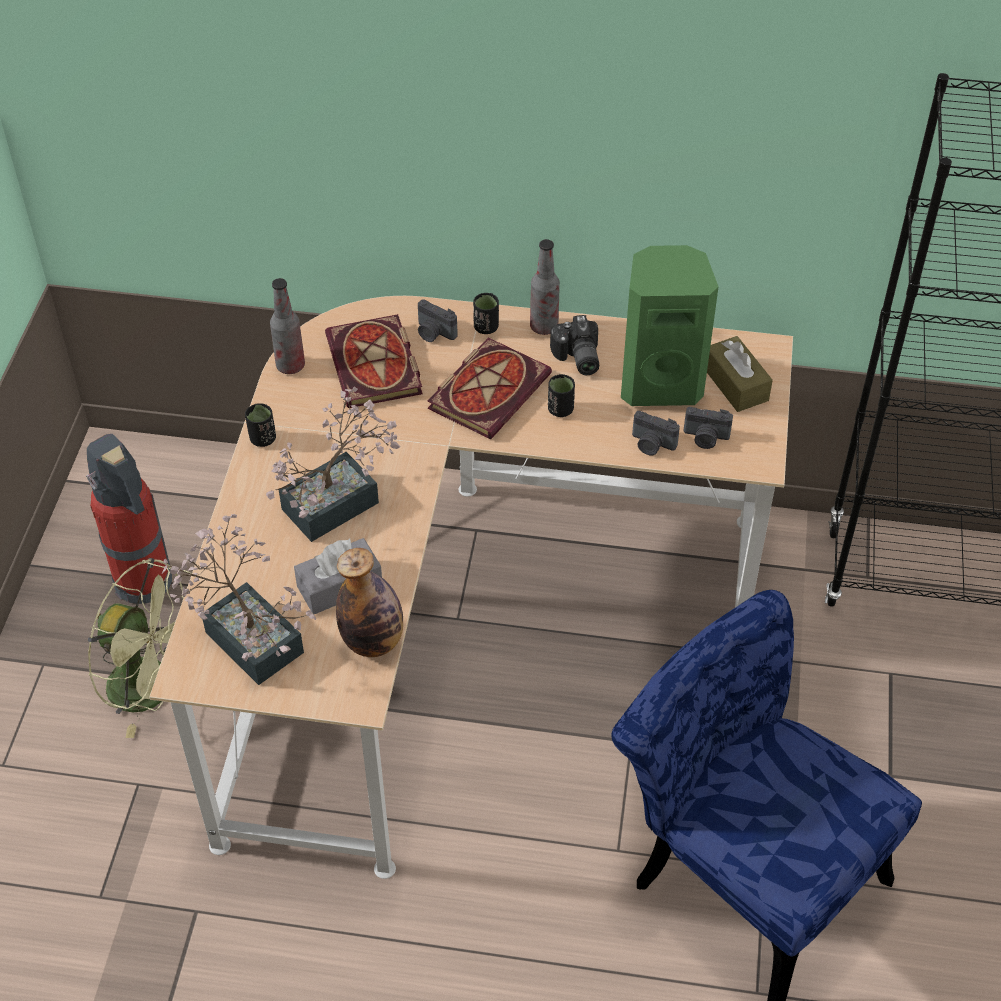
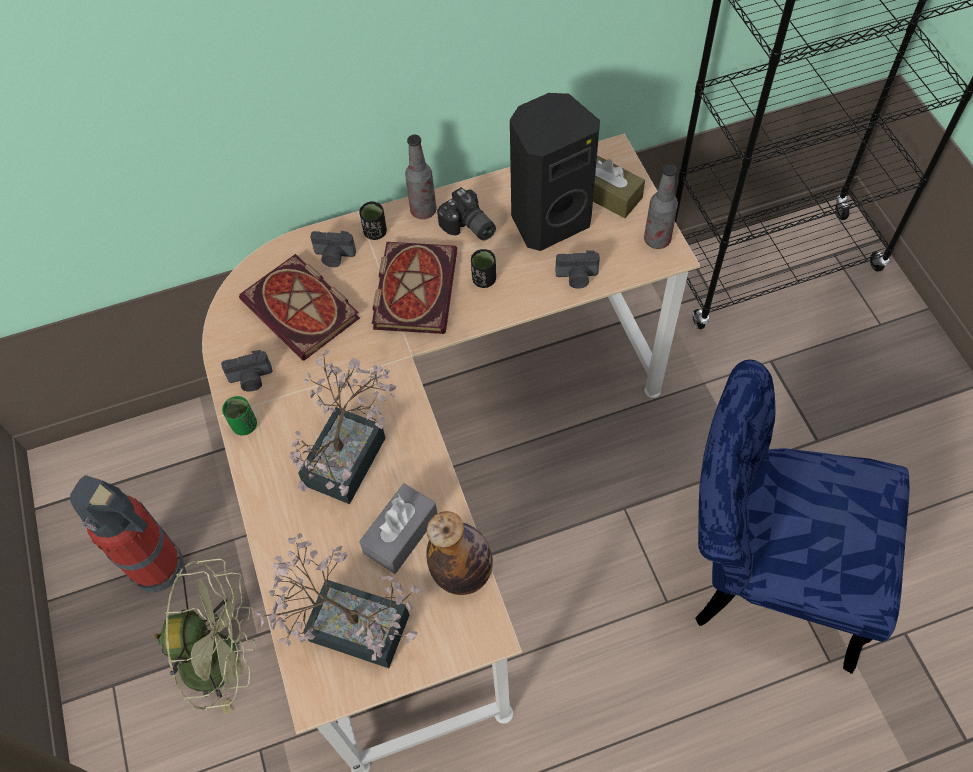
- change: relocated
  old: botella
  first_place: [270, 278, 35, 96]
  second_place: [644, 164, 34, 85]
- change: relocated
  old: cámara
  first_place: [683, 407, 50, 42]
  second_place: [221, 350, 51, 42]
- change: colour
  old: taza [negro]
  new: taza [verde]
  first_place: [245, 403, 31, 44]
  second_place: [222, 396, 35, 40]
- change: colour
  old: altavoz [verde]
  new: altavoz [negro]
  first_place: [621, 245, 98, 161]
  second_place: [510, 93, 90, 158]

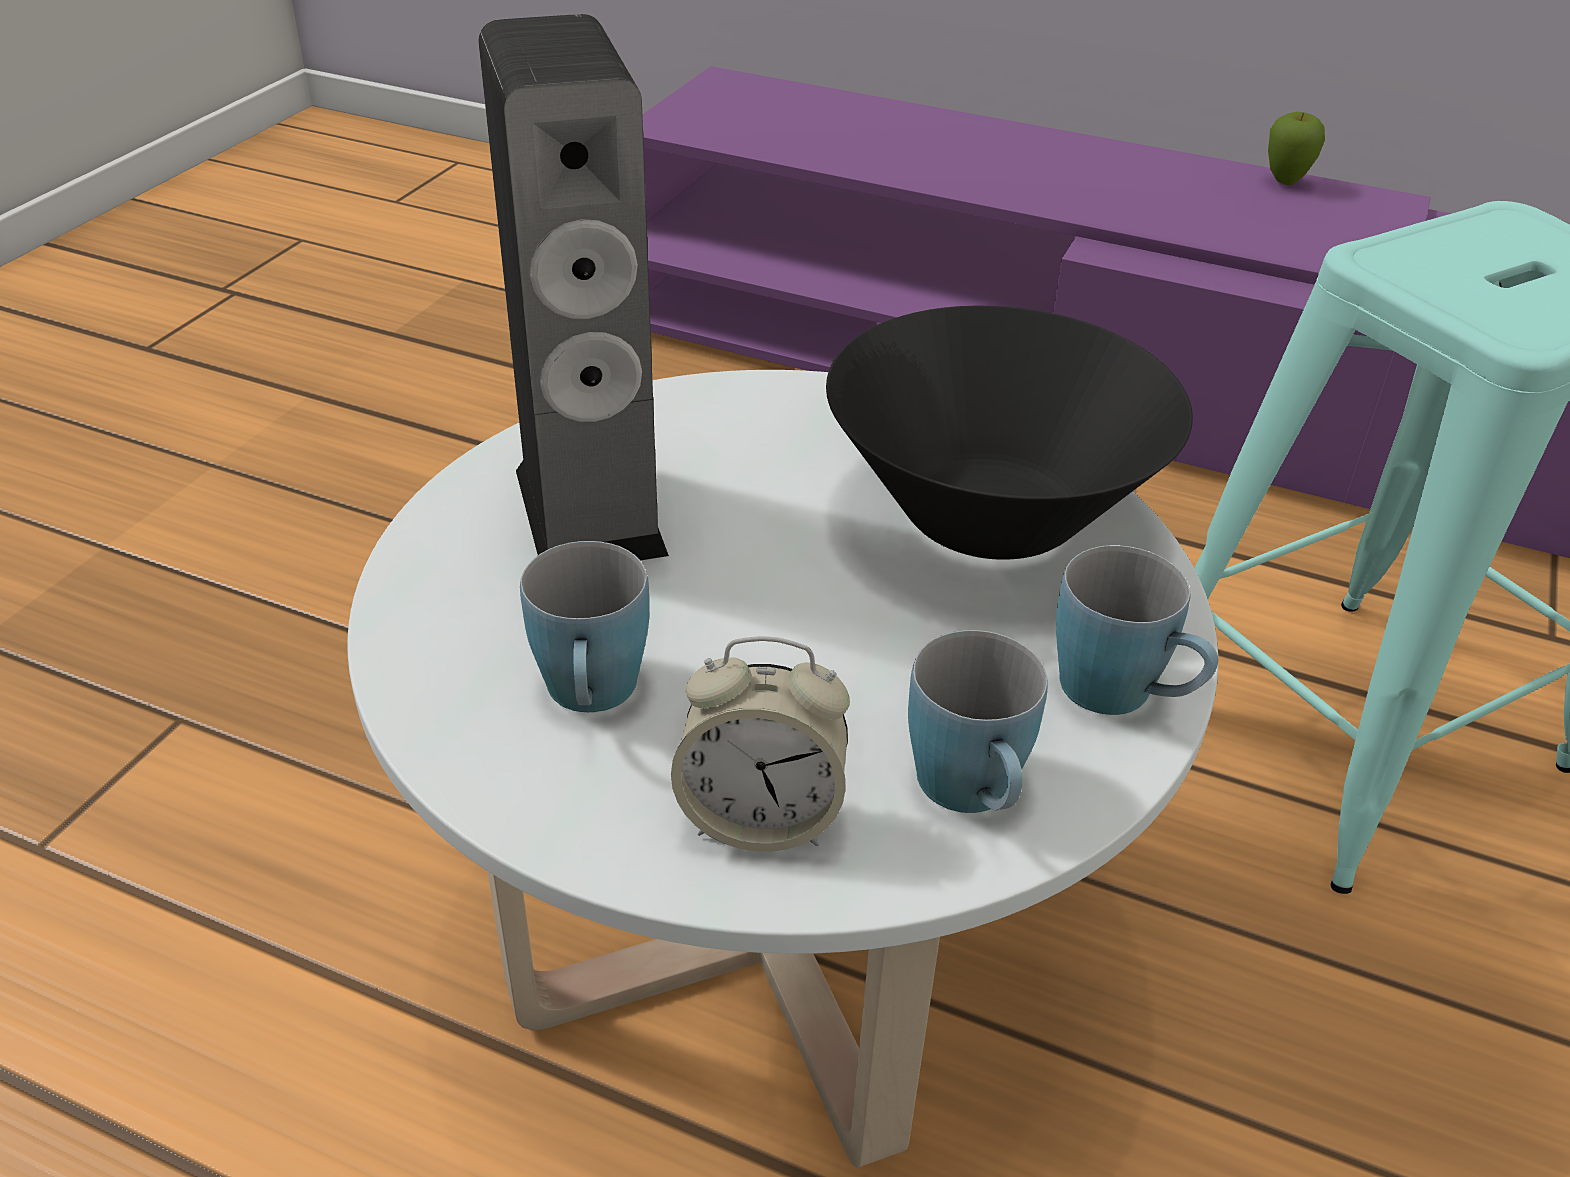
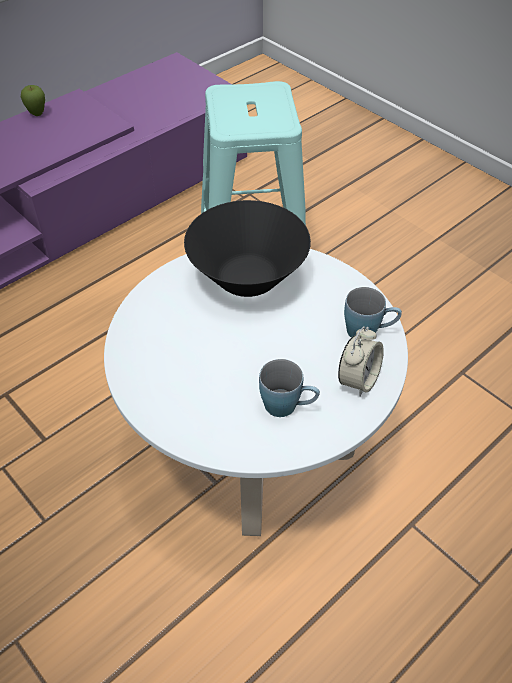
- change: missing
  old: altavoz
  first_place: [479, 14, 190, 547]
- change: missing
  old: taza grande [azul]
  first_place: [1056, 545, 162, 170]

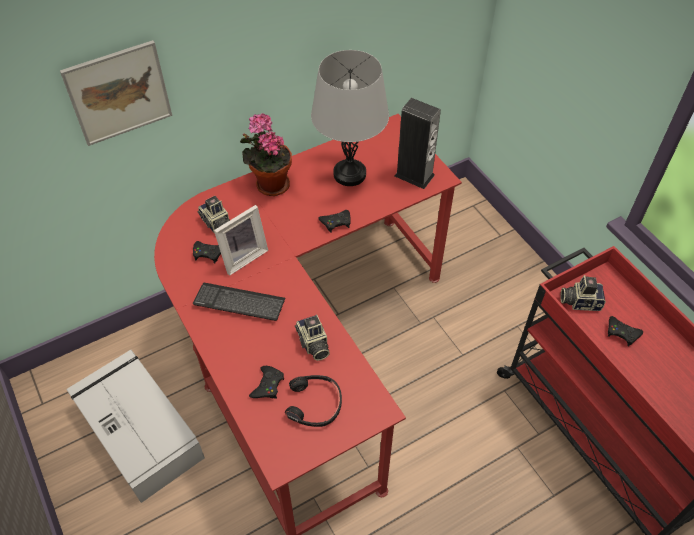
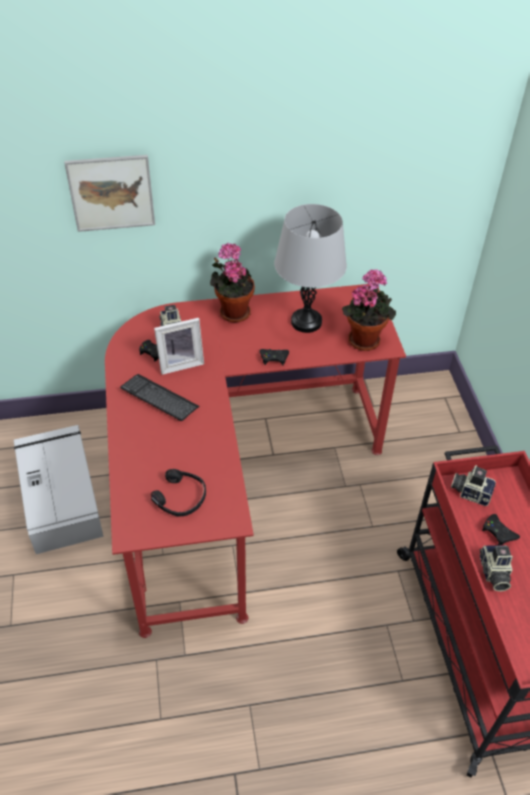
- change: missing
  old: mando de consola [negro]
  first_place: [249, 366, 35, 33]
- change: relocated
  old: cámara
  first_place: [295, 314, 35, 47]
  second_place: [480, 545, 33, 47]
- change: exchanged
  old: altavoz
  new: planta en maceta
  first_place: [394, 98, 47, 91]
  second_place: [342, 269, 54, 82]

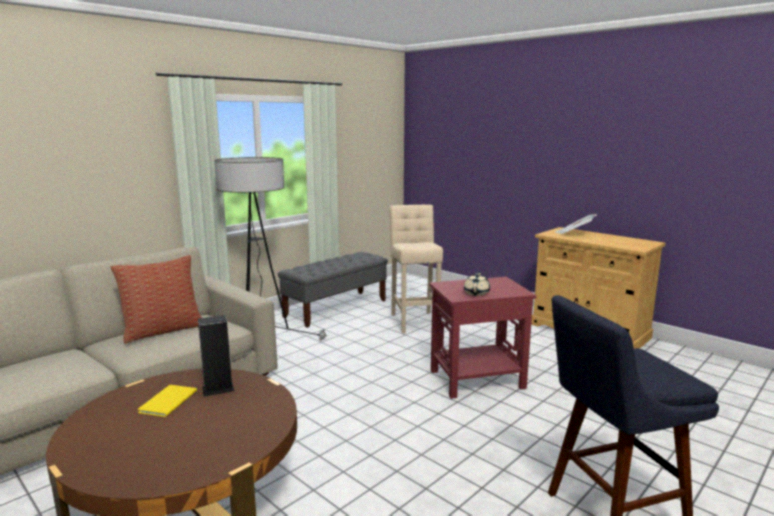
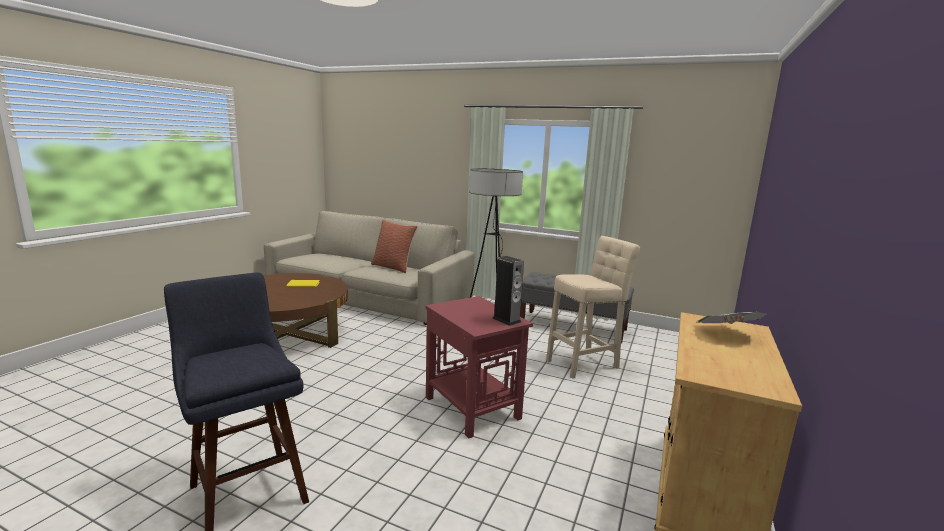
- change: missing
  old: tetera [beis]
  first_place: [464, 272, 26, 24]
- change: relocated
  old: altavoz
  first_place: [198, 315, 37, 82]
  second_place: [492, 256, 32, 70]

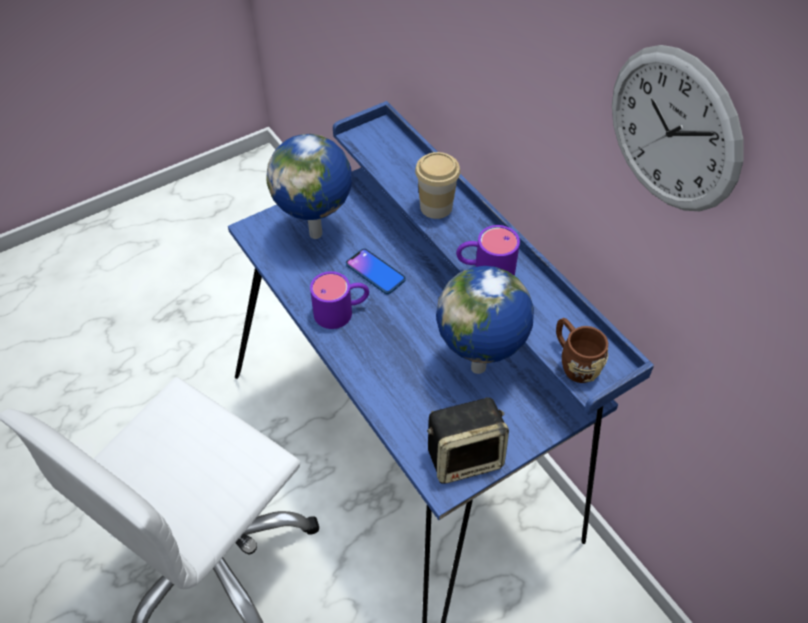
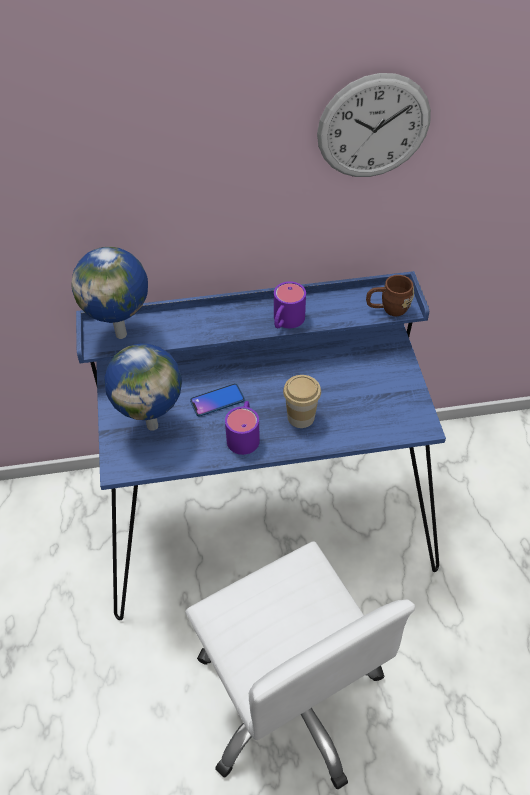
- change: missing
  old: altavoz
  first_place: [427, 397, 82, 86]
- change: relocated
  old: taza
  first_place: [415, 152, 45, 67]
  second_place: [283, 375, 38, 53]
- change: relocated
  old: globo terráqueo
  first_place: [436, 266, 98, 108]
  second_place: [71, 247, 77, 92]

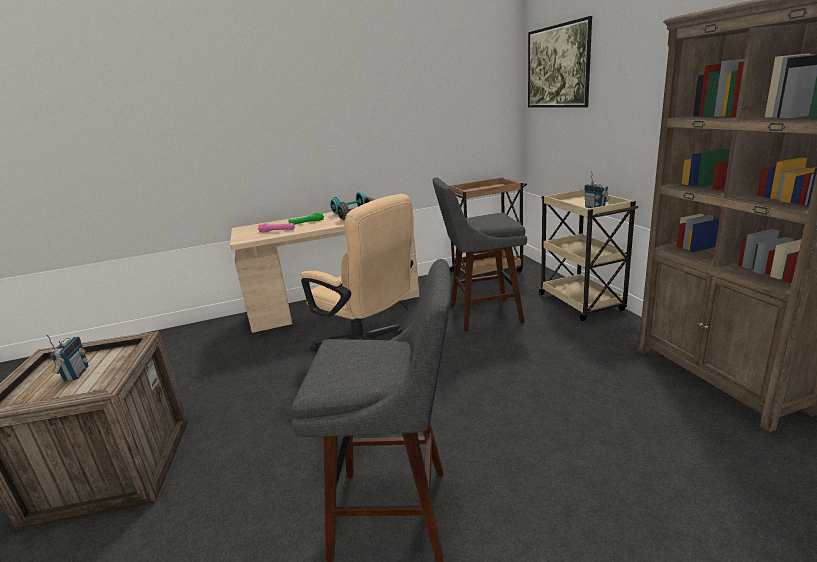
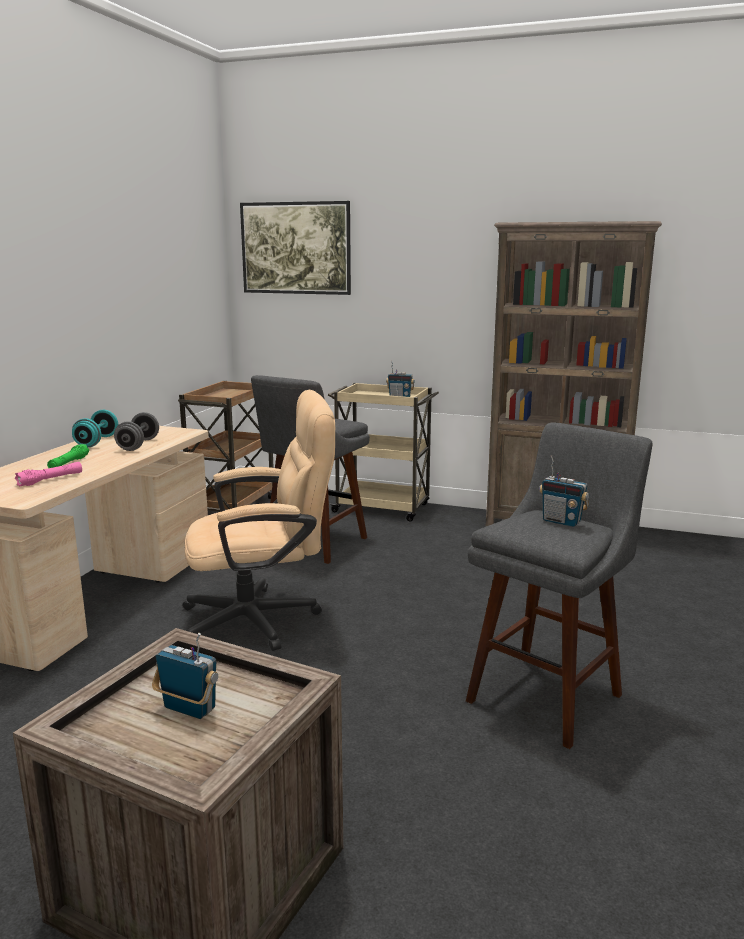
- change: appeared
  new: radio
  second_place: [539, 455, 50, 72]

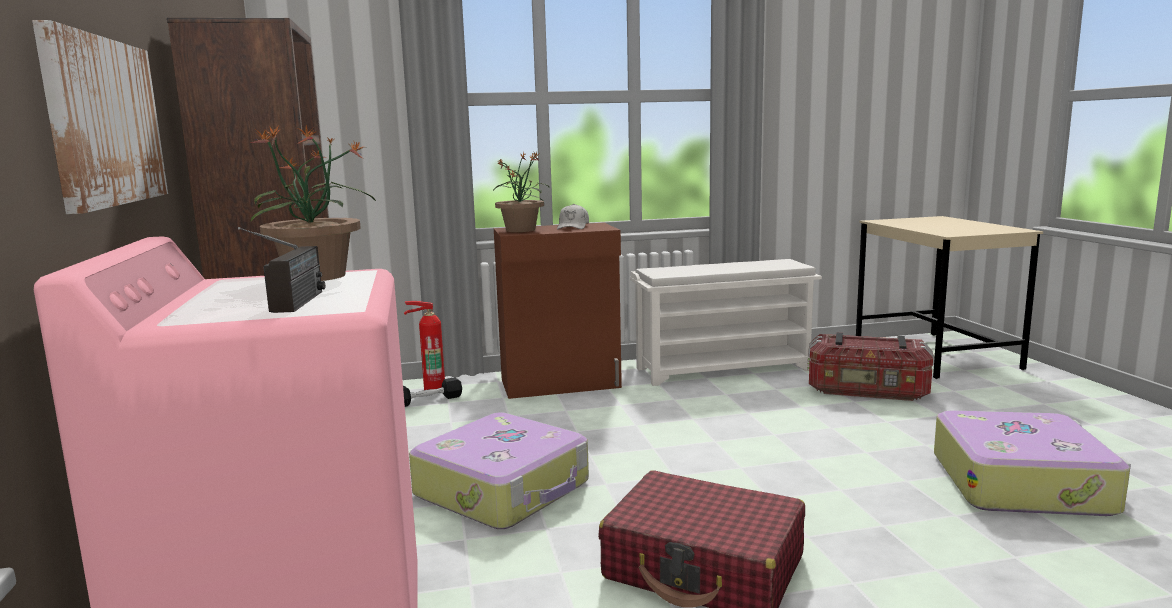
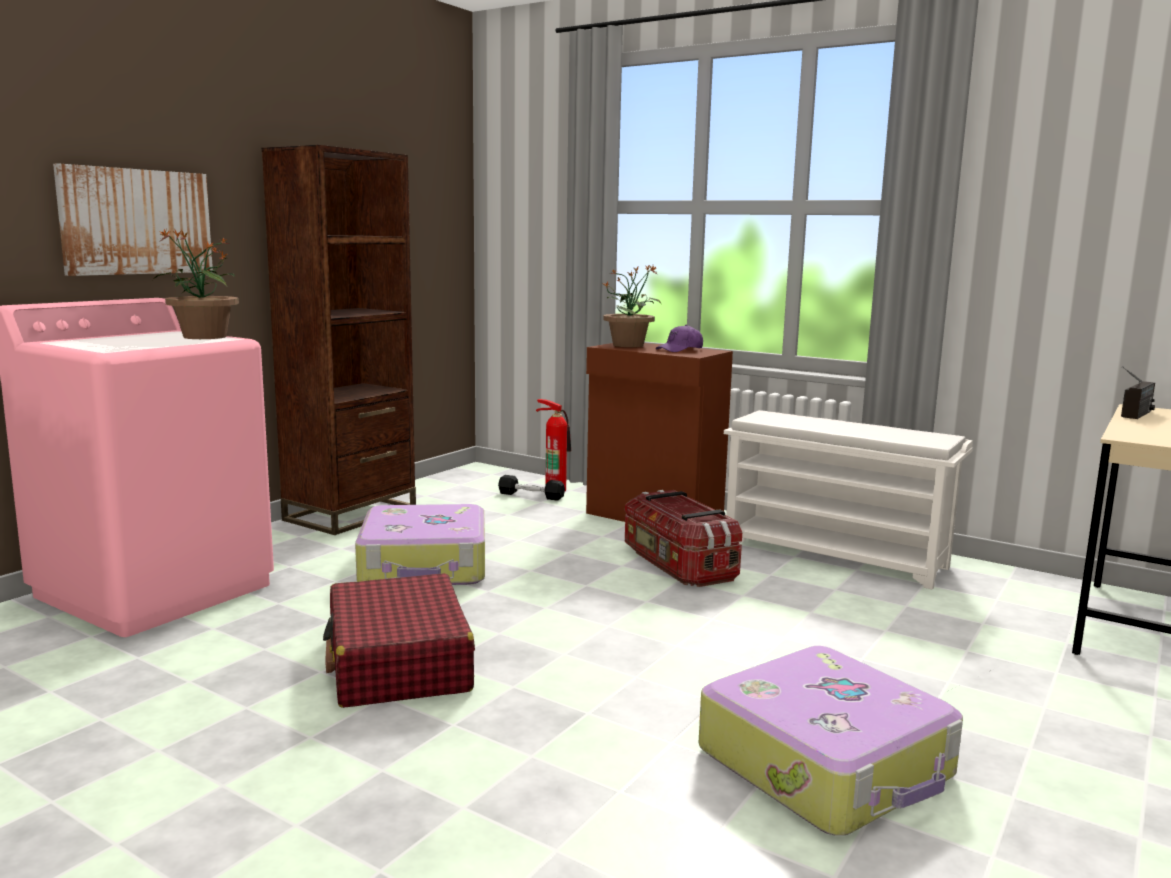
- change: relocated
  old: radio
  first_place: [238, 227, 87, 86]
  second_place: [1121, 366, 34, 53]
- change: relocated
  old: caja de almacenaje
  first_place: [807, 332, 128, 69]
  second_place: [625, 490, 117, 97]
- change: colour
  old: gorra [blanco]
  new: gorra [morado]
  first_place: [557, 204, 32, 25]
  second_place: [656, 325, 47, 27]

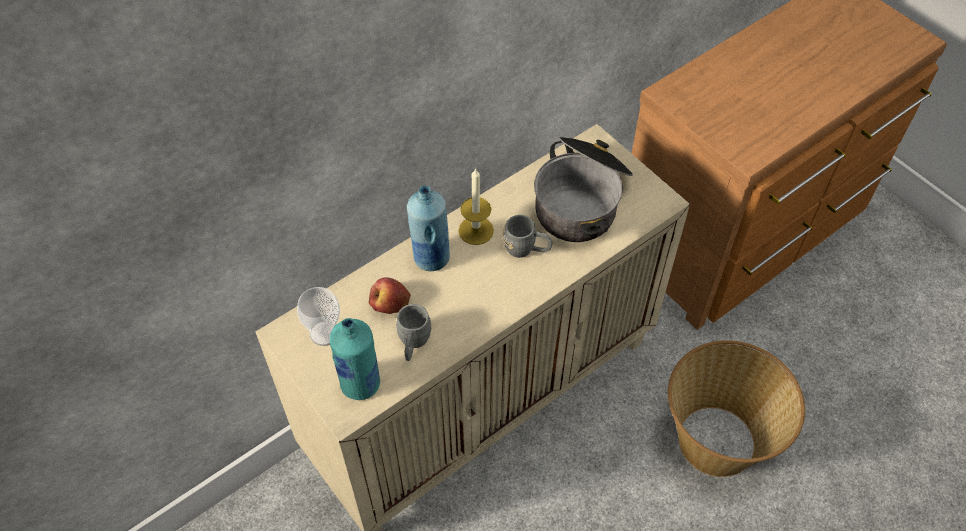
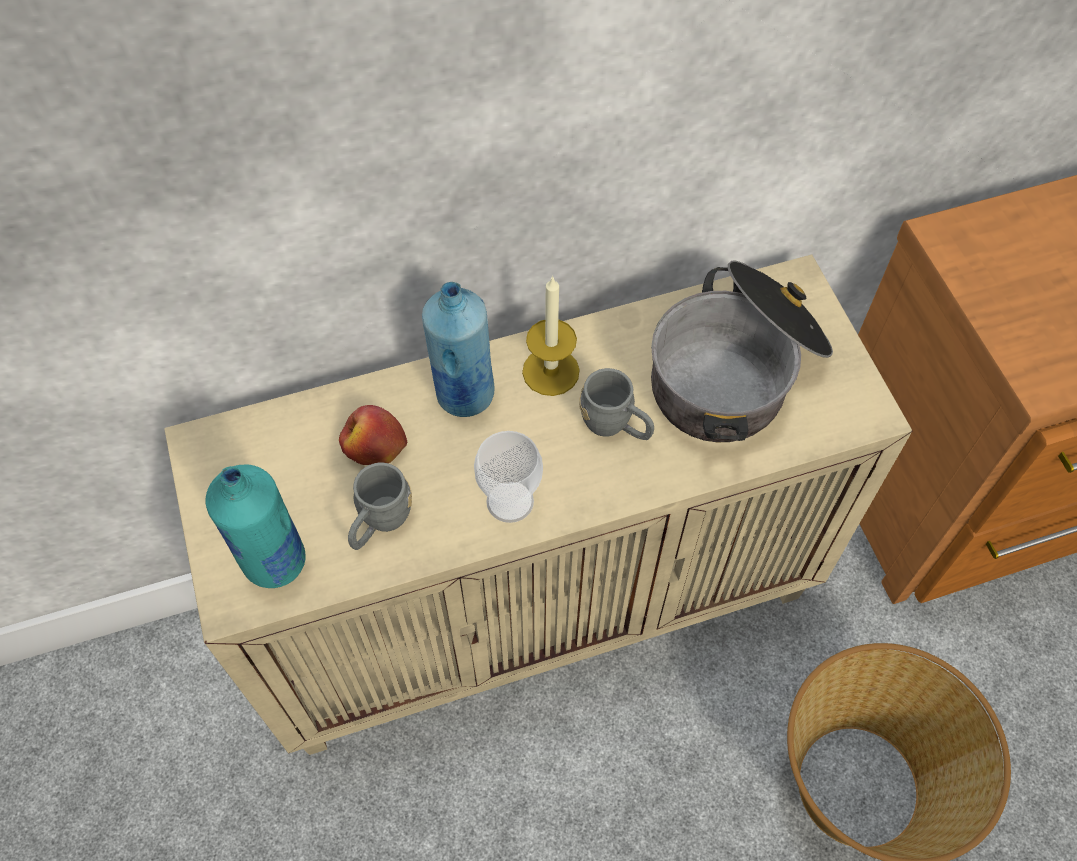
- change: relocated
  old: taza
  first_place: [297, 287, 43, 59]
  second_place: [474, 431, 69, 92]

